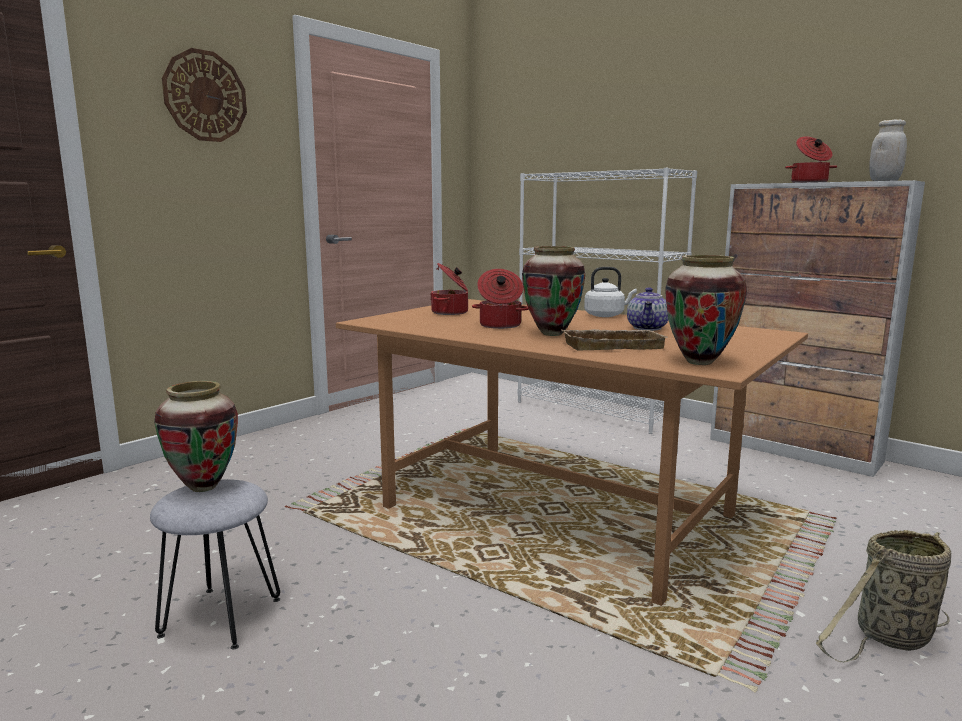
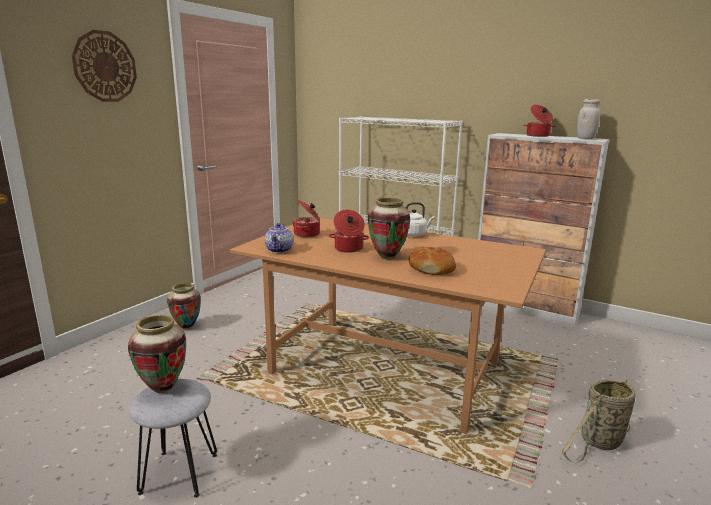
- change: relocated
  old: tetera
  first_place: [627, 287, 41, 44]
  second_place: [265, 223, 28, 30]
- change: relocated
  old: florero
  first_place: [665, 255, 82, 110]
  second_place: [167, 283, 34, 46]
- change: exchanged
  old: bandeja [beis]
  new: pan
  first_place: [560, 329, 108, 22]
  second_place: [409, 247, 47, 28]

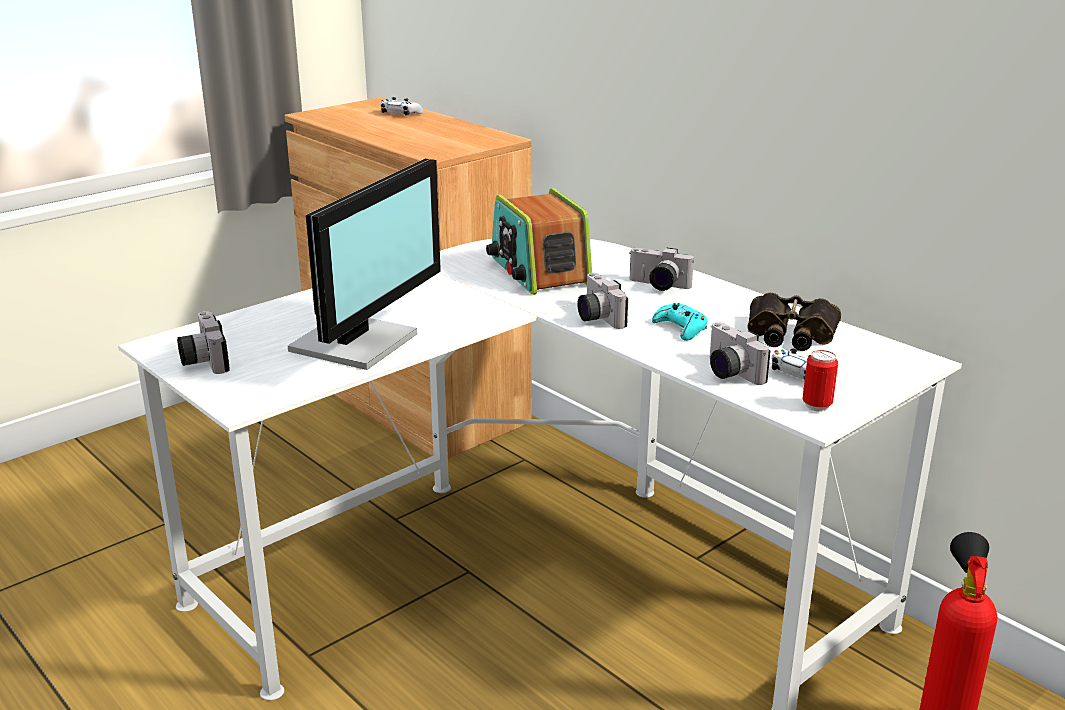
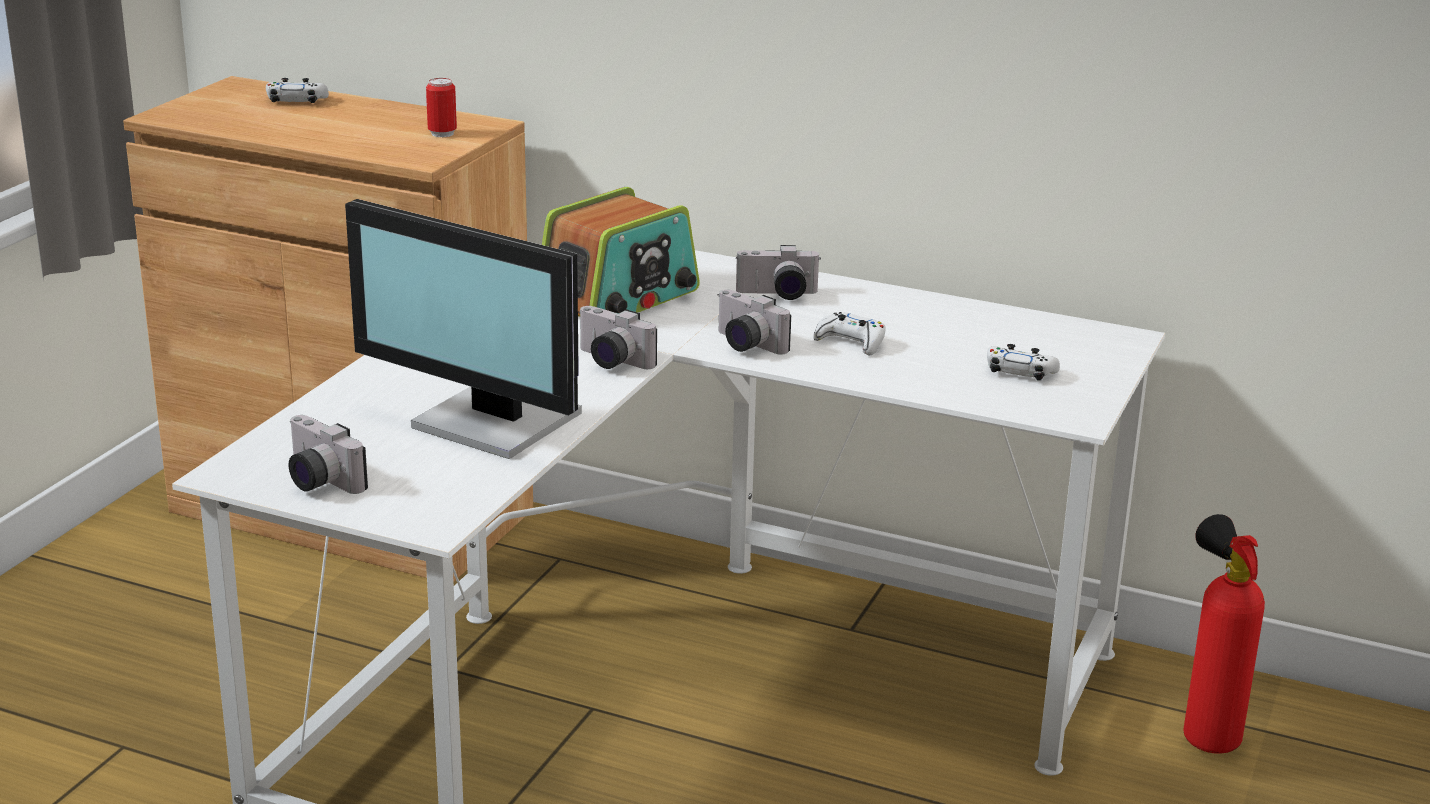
- change: missing
  old: prismáticos
  first_place: [747, 293, 94, 58]
- change: relocated
  old: cámara
  first_place: [710, 322, 61, 63]
  second_place: [578, 306, 79, 63]
- change: relocated
  old: lata
  first_place: [802, 350, 36, 62]
  second_place: [426, 78, 31, 59]
- change: colour
  old: mando de consola [turquesa]
  new: mando de consola [blanco]
  first_place: [652, 303, 56, 38]
  second_place: [813, 312, 72, 43]
- change: spun
  old: monitor
  first_place: [288, 159, 153, 211]
  second_place: [345, 199, 237, 260]
  degrees: 120
- change: spun
  old: radio
  first_place: [486, 188, 106, 107]
  second_place: [542, 187, 158, 130]
  degrees: -90

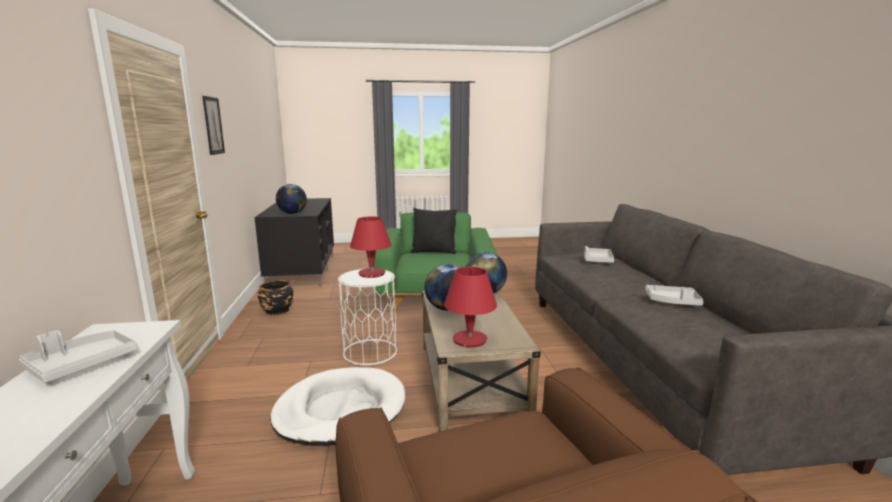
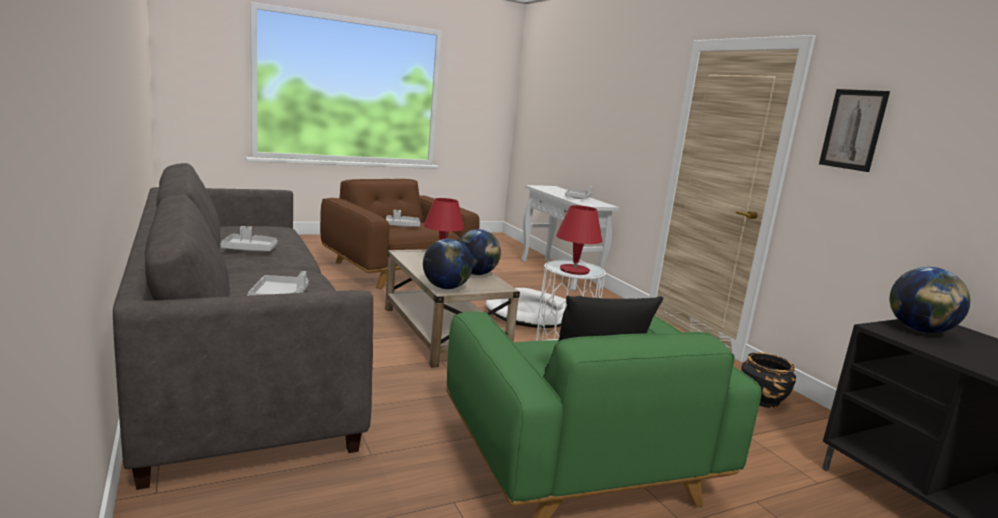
- change: appeared
  new: bandeja [gris]
  second_place: [386, 210, 34, 17]

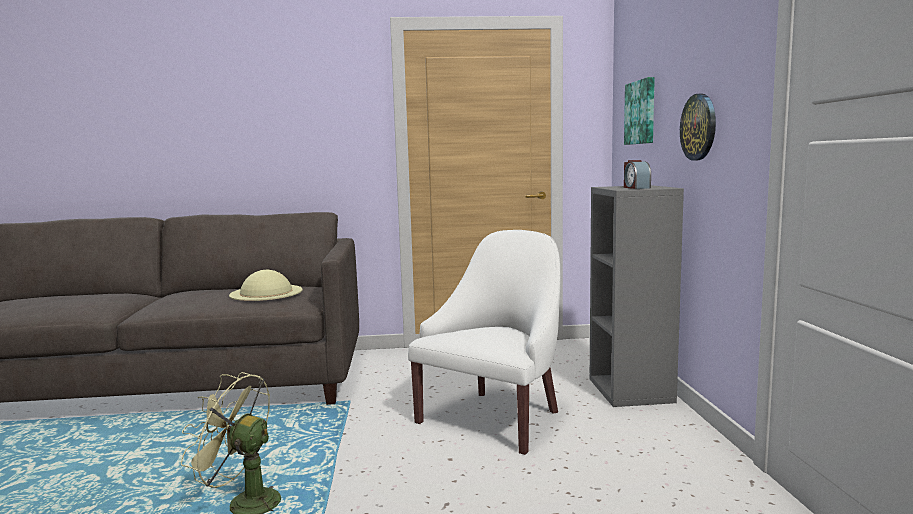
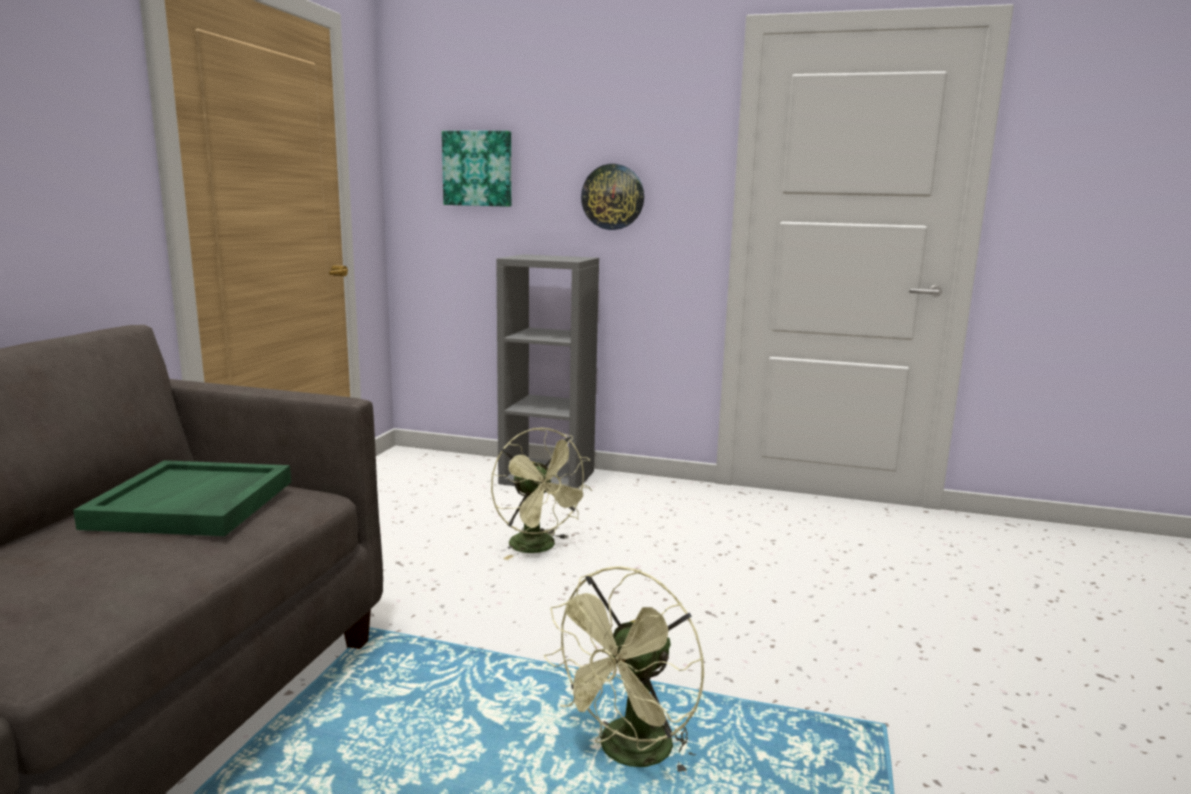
- change: missing
  old: despertador
  first_place: [624, 160, 27, 29]
- change: exchanged
  old: sombrero [beis]
  new: bandeja [verde]
  first_place: [229, 270, 74, 31]
  second_place: [73, 460, 218, 76]
- change: exchanged
  old: sillón [blanco]
  new: ventilador [verde]
  first_place: [408, 230, 152, 225]
  second_place: [491, 428, 101, 132]

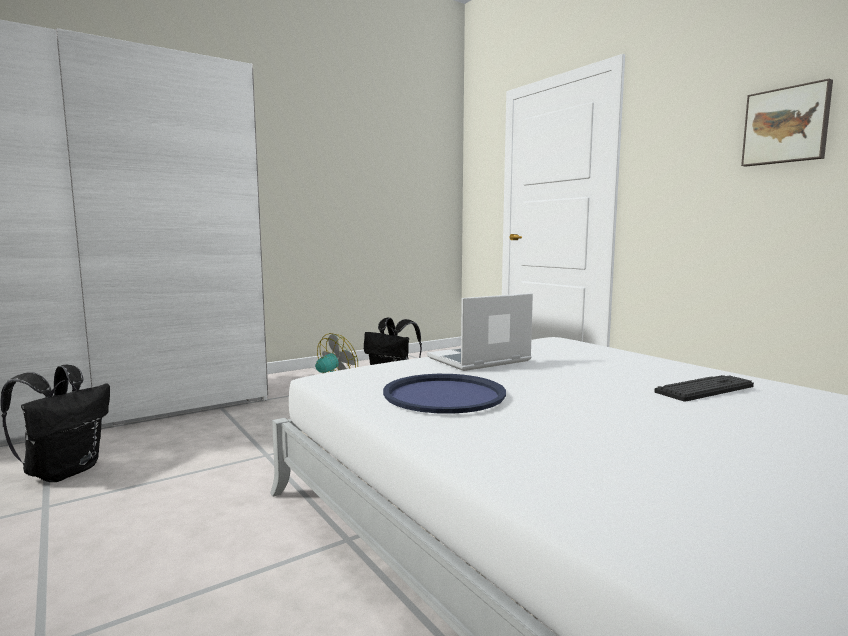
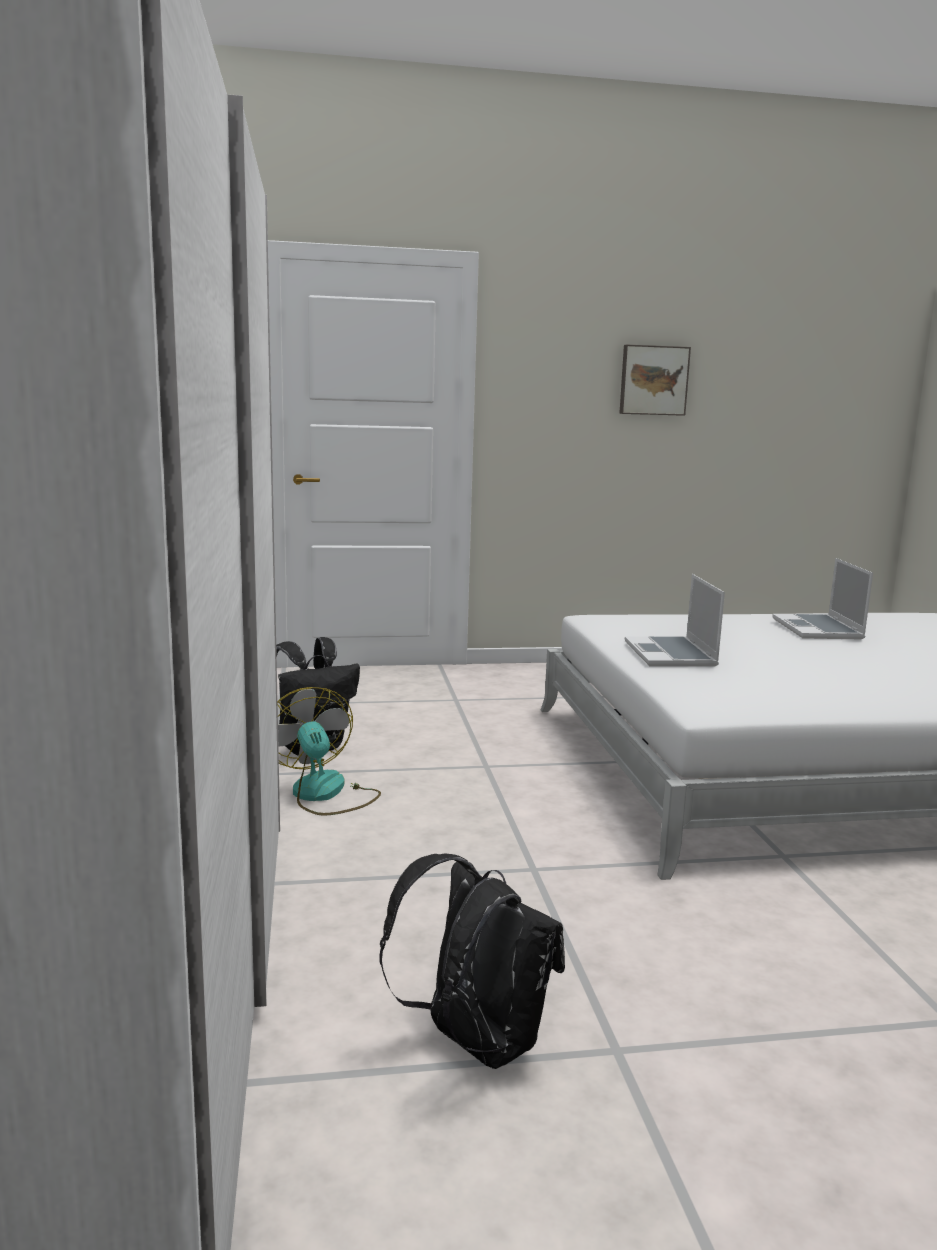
- change: missing
  old: bandeja [azul]
  first_place: [383, 374, 123, 40]
- change: exchanged
  old: teclado
  new: portátil
  first_place: [654, 375, 100, 27]
  second_place: [772, 558, 101, 81]

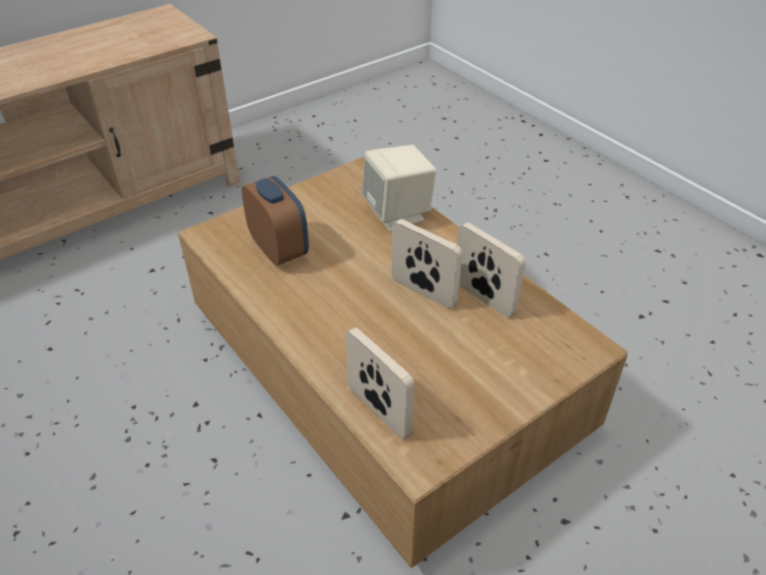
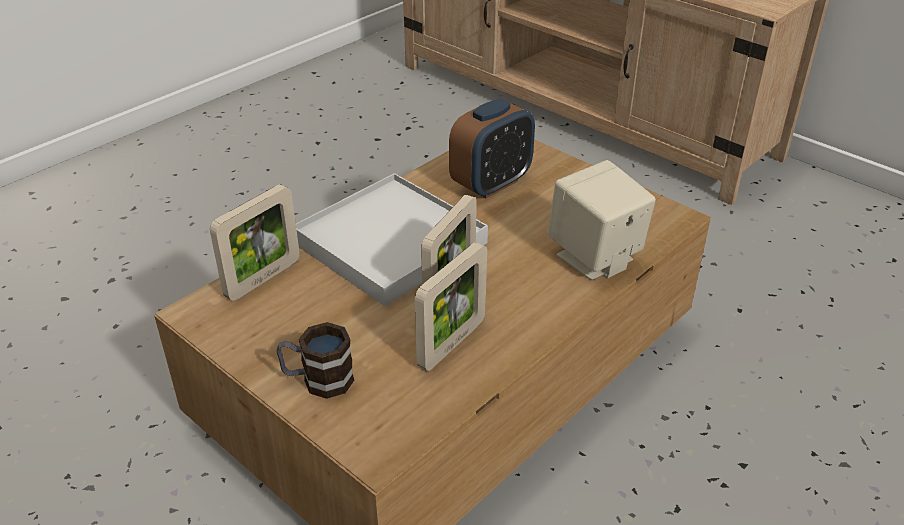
- change: appeared
  new: taza grande
  second_place: [277, 322, 77, 77]
- change: appeared
  new: bandeja [blanco]
  second_place: [296, 173, 192, 133]

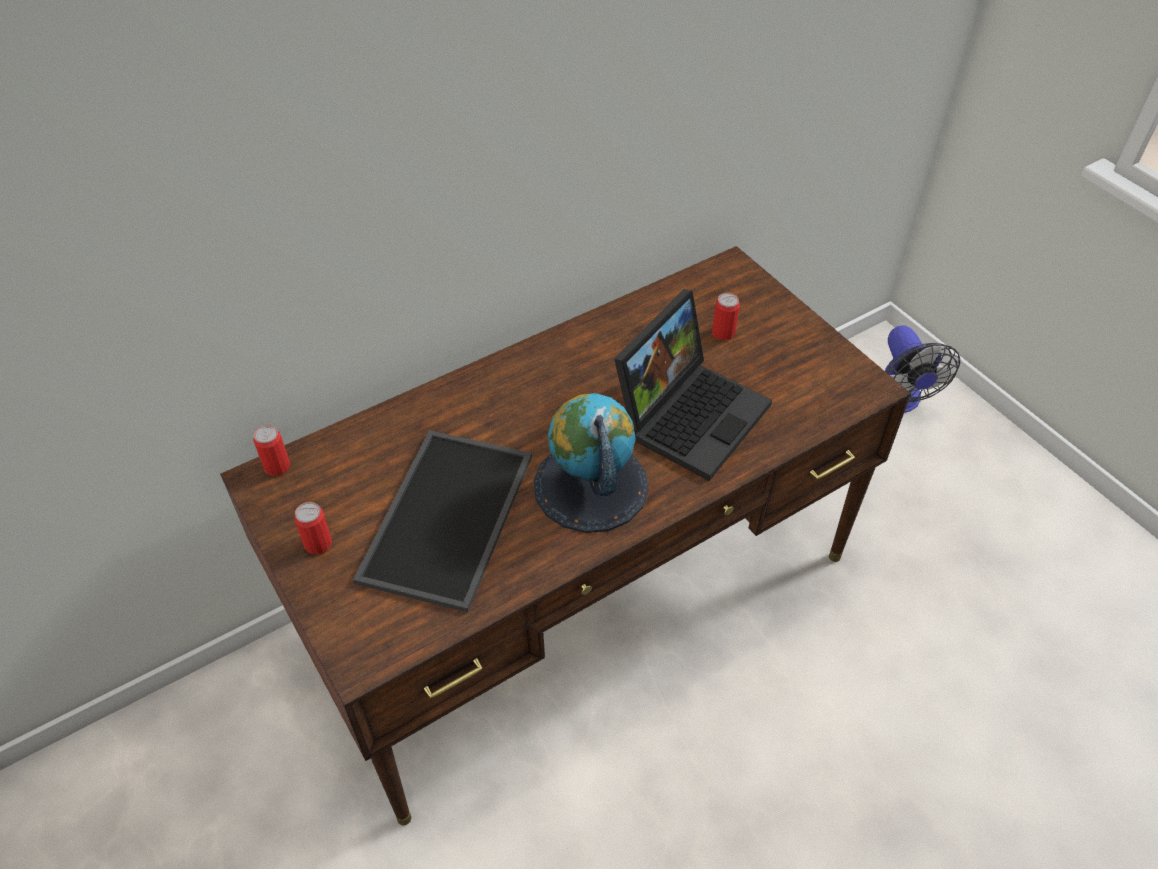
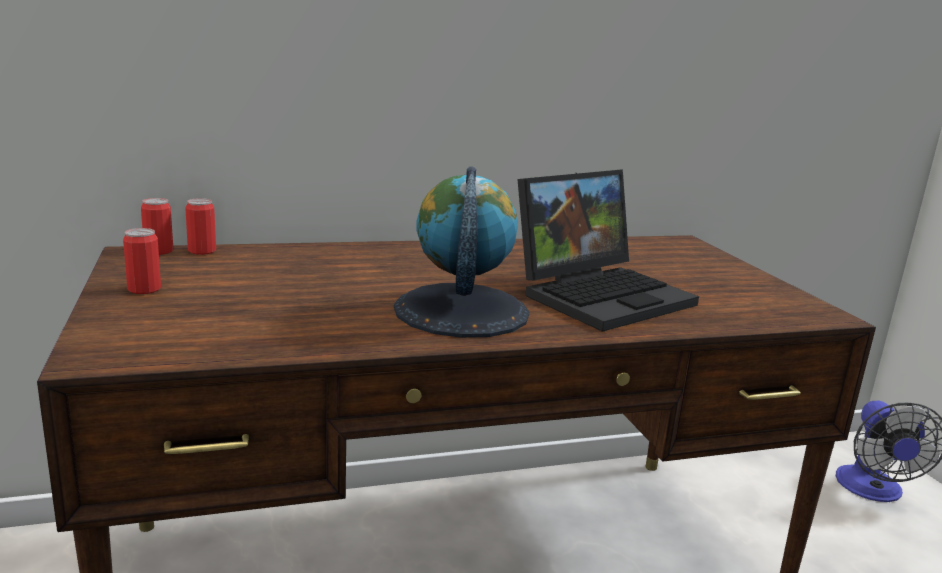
- change: missing
  old: bandeja
  first_place: [353, 430, 179, 182]
- change: relocated
  old: lata
  first_place: [712, 293, 28, 47]
  second_place: [185, 198, 31, 57]

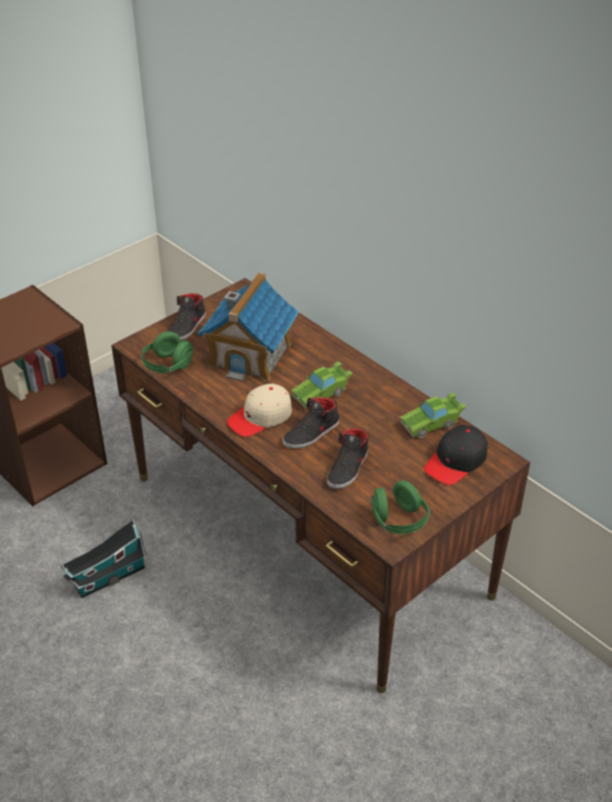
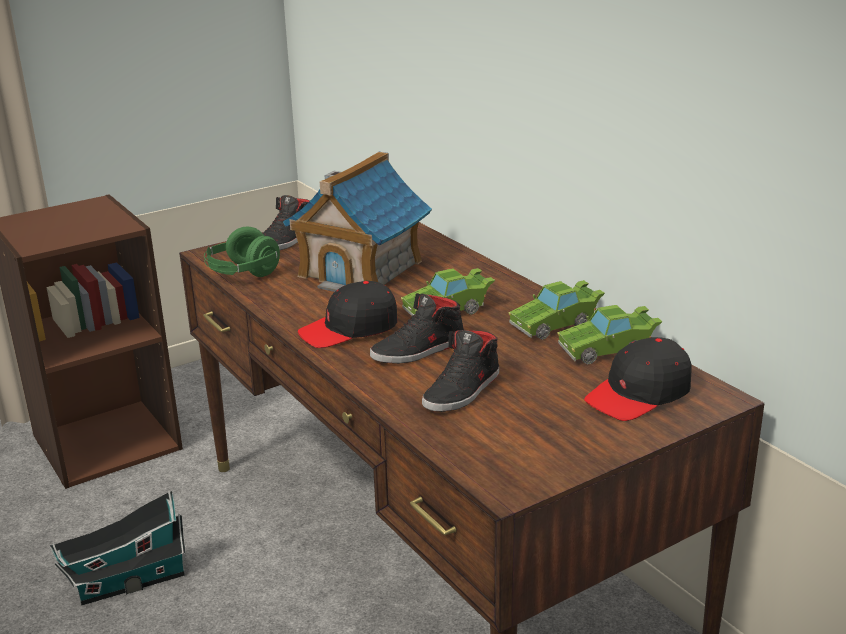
- change: missing
  old: auriculares [verde]
  first_place: [371, 481, 59, 53]
- change: appeared
  new: coche de juguete [verde]
  second_place: [508, 280, 97, 60]
- change: colour
  old: gorra [beis]
  new: gorra [negro]
  first_place: [227, 383, 65, 54]
  second_place: [298, 281, 100, 67]

